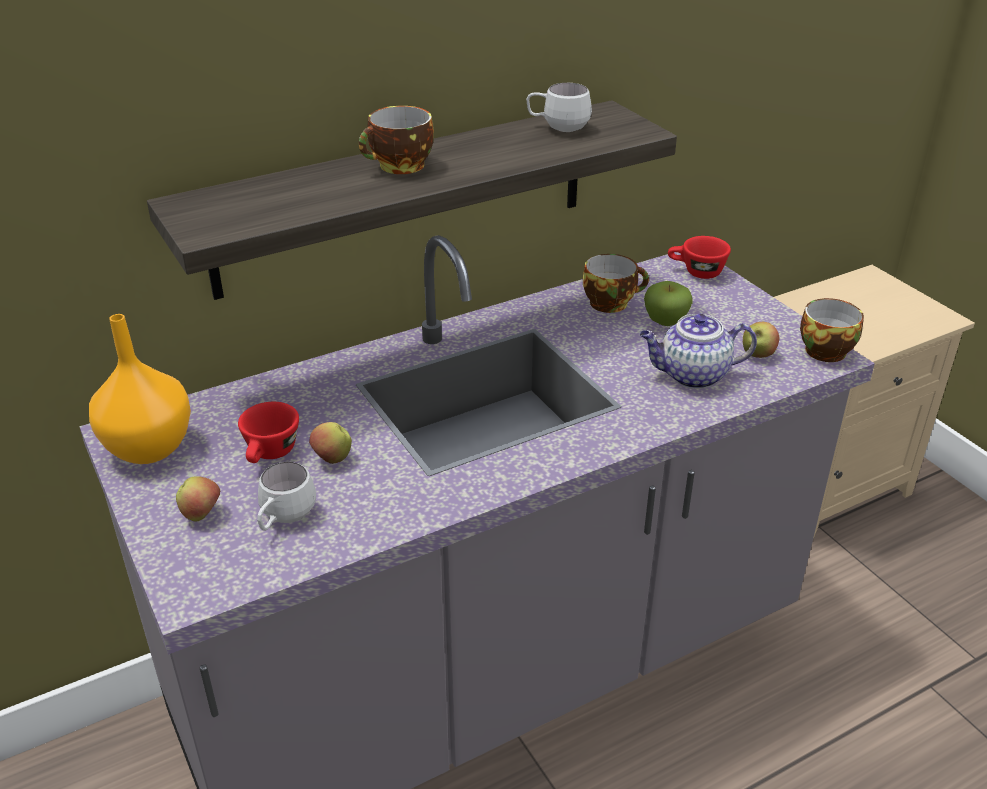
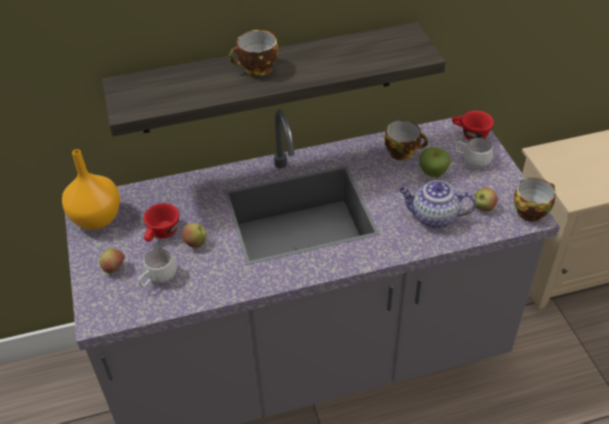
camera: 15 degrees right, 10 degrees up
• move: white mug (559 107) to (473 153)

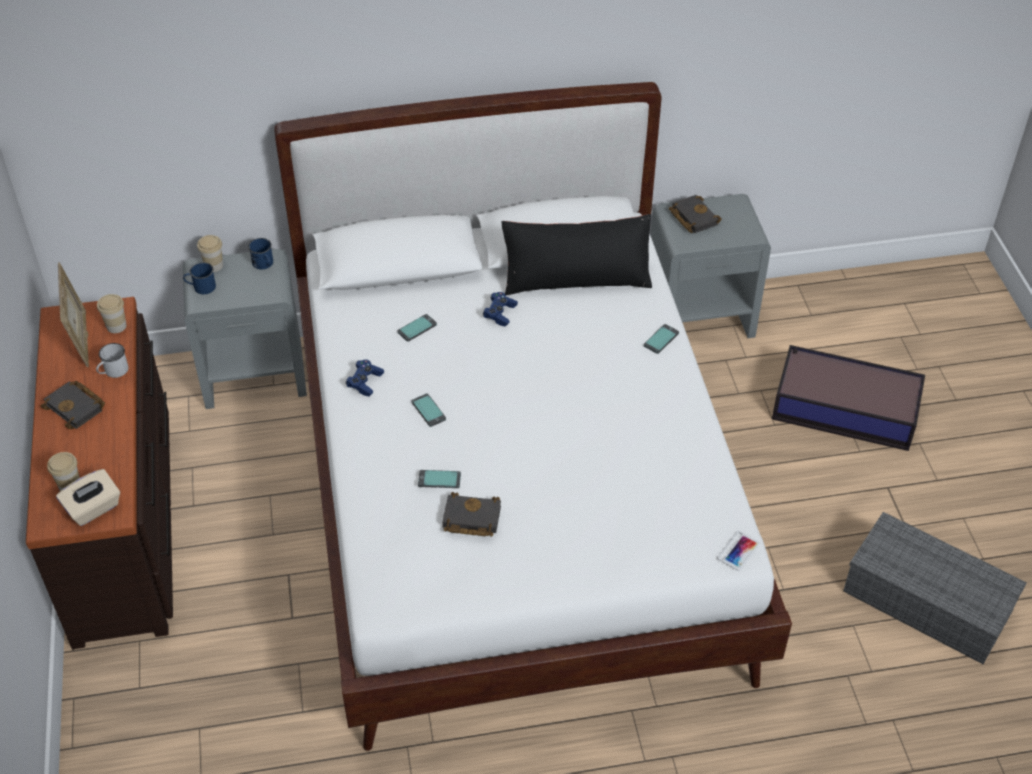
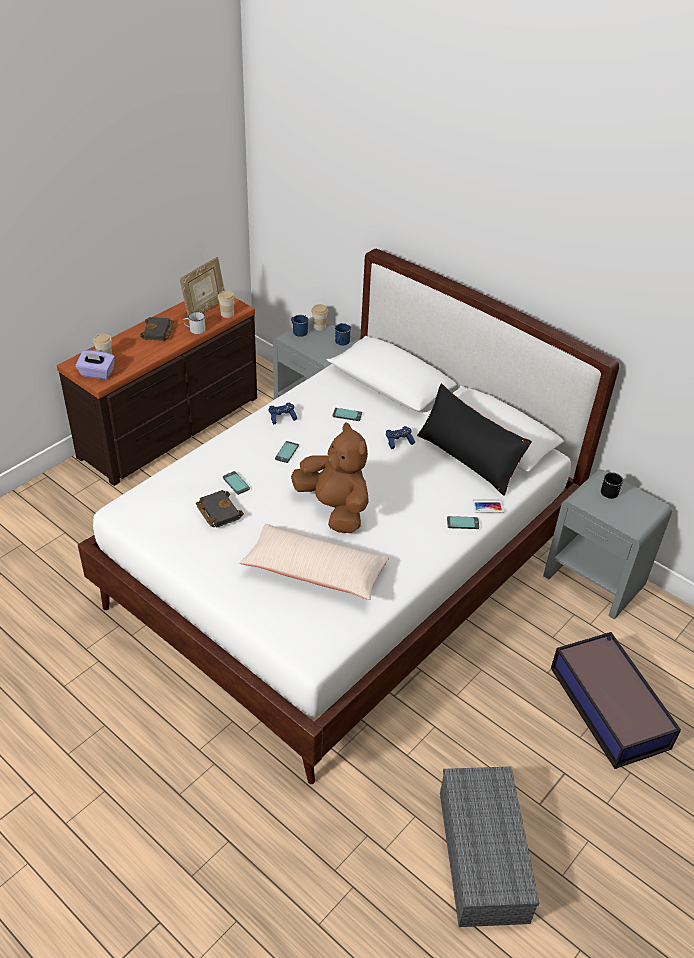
camera: 50 degrees right, 5 degrees down
• insert: beige pillow (314 562)
• insert: brown plush toy (330 478)
• move: phone (738 551) to (488 506)
• replace: black book (695 214) to black mug (612 485)
• recolor: beige tissue box (88 497) to purple tissue box (95 364)

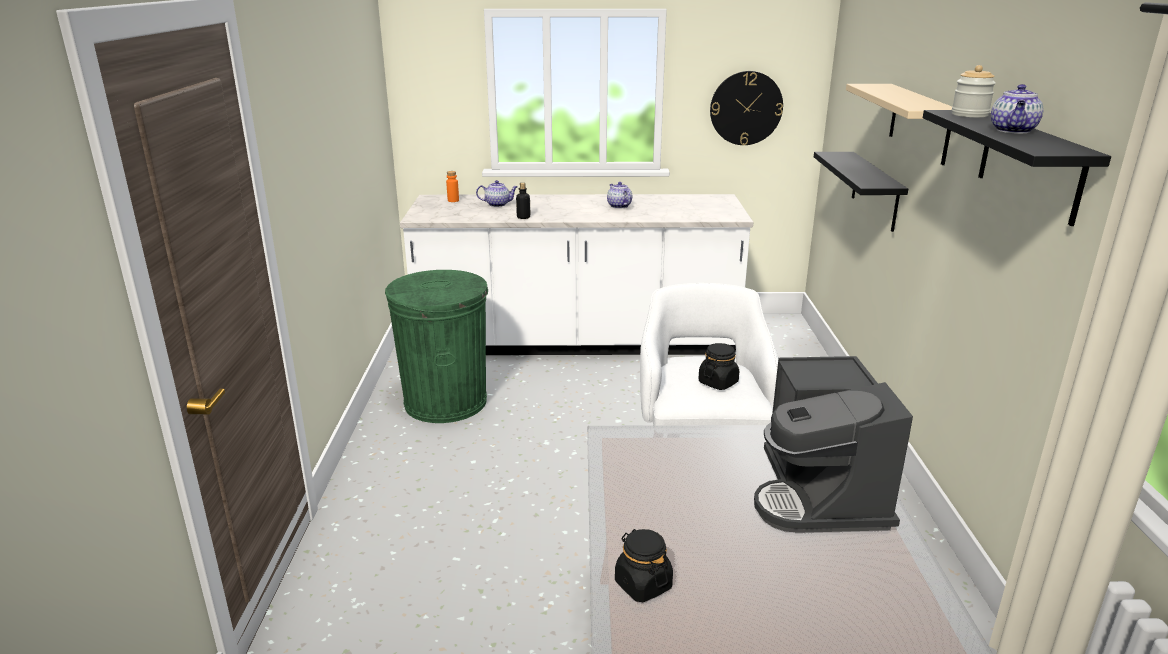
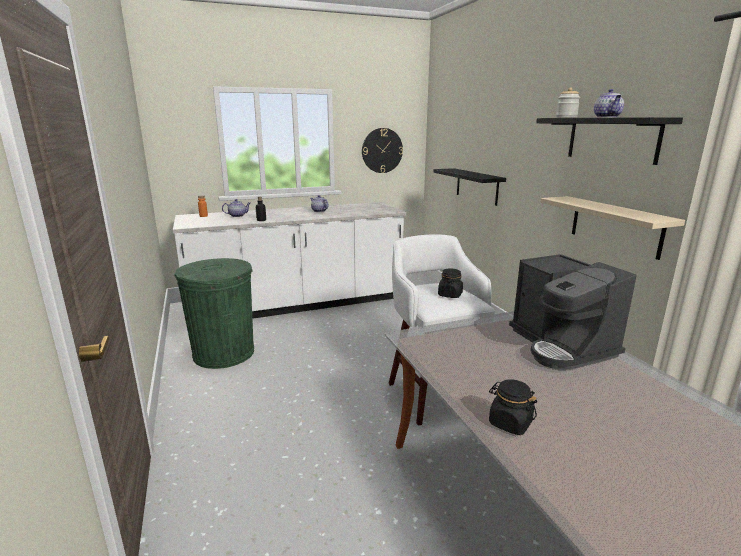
camera: 20 degrees left, 5 degrees down
• move: beige shelf (899 124) to (612 228)

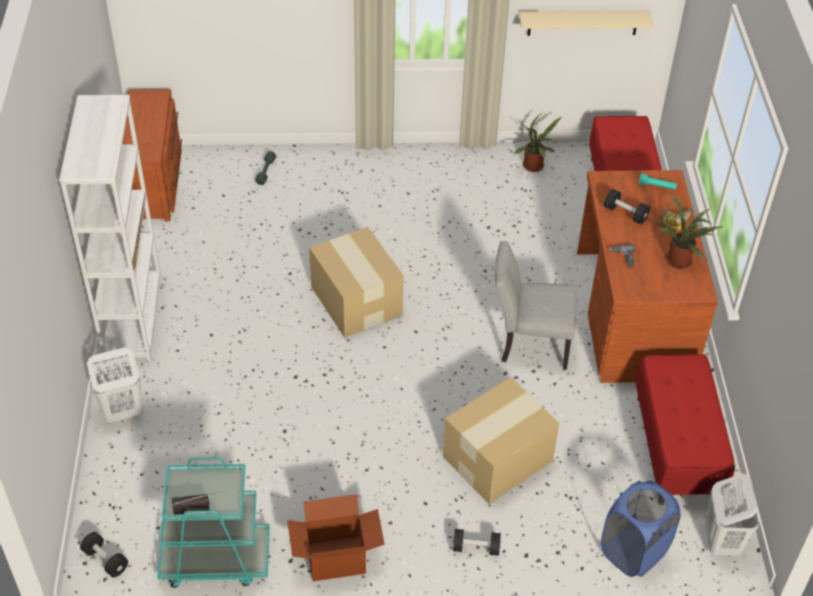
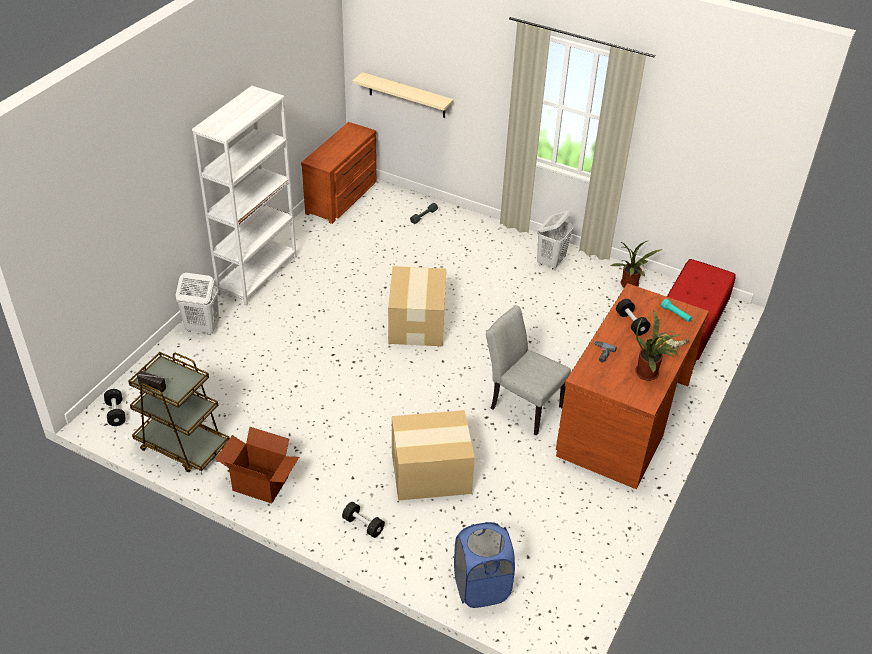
camera: 30 degrees right, 5 degrees down
• delete: red bench (685 424)
• move: beige shelf (586 23) to (402 95)
• move: white laundry basket (732 515) to (555 240)
• recolor: turquoise cart (213 522) to brown cart (179 412)

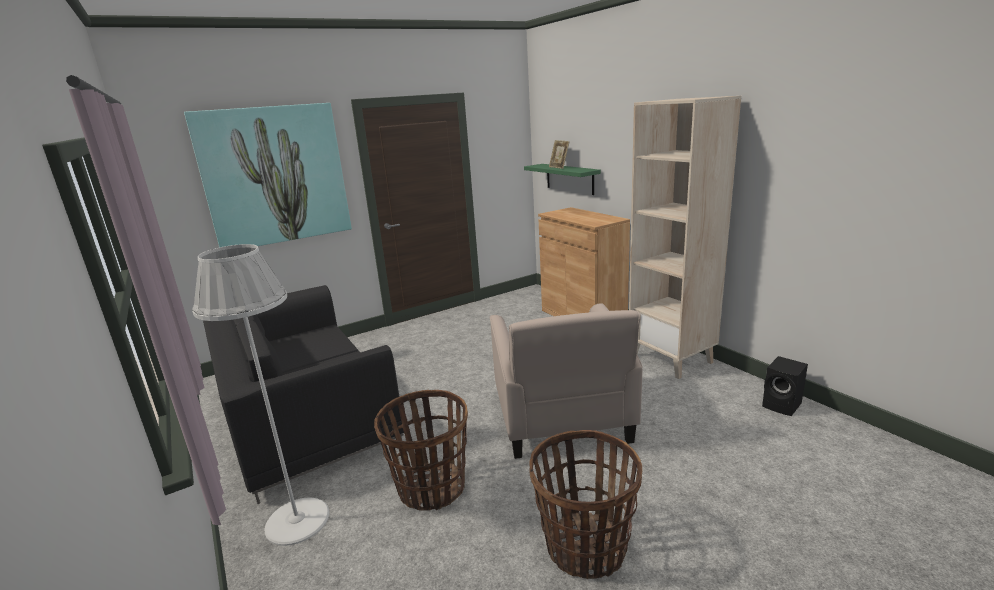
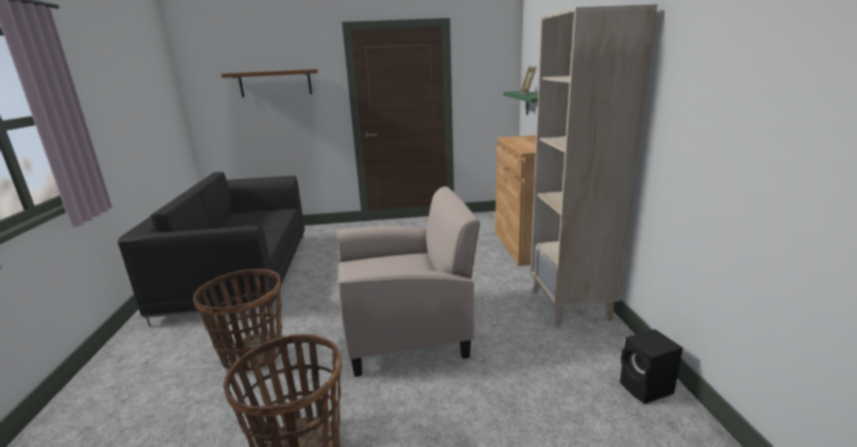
camera: 25 degrees right, 0 degrees up
• delete: white floor lamp (261 395)
• replace: picture (268 175) to brown shelf (269 83)
• rotate: beige armchair (566 381) = (408 281) 120 degrees counterclockwise

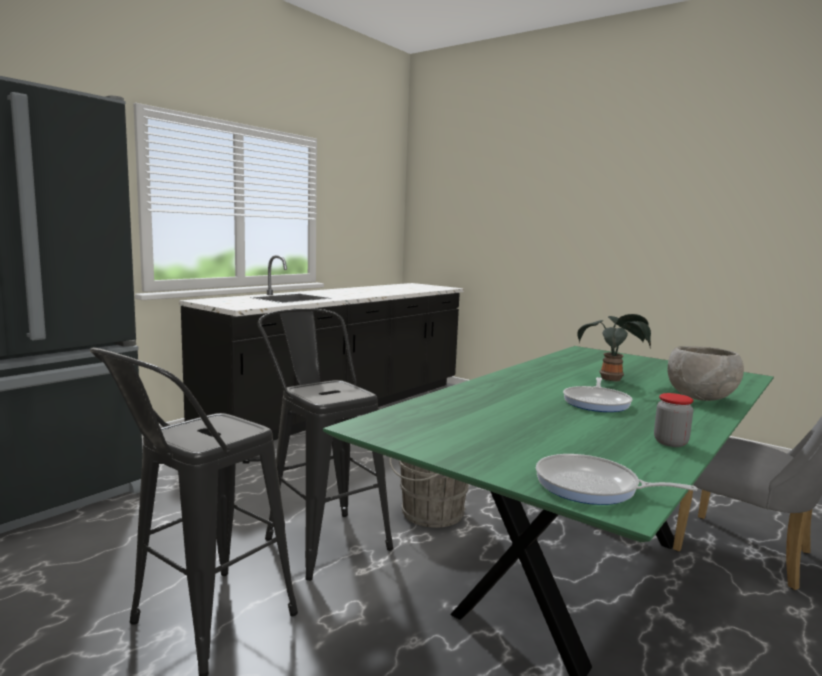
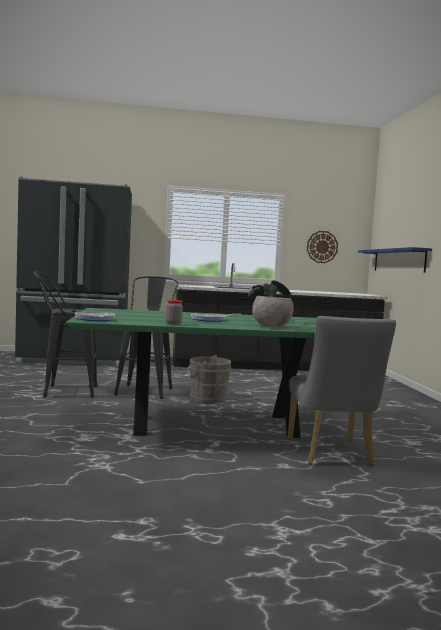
camera: 45 degrees right, 5 degrees down
• insert: wall clock (322 247)
• insert: blue shelf (395 260)

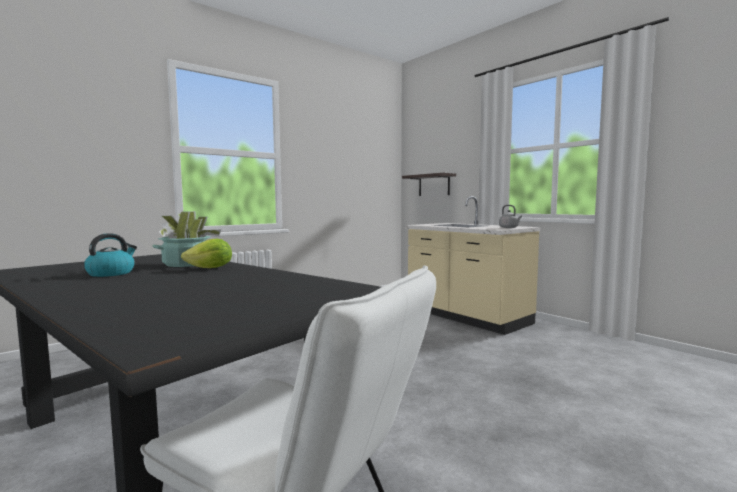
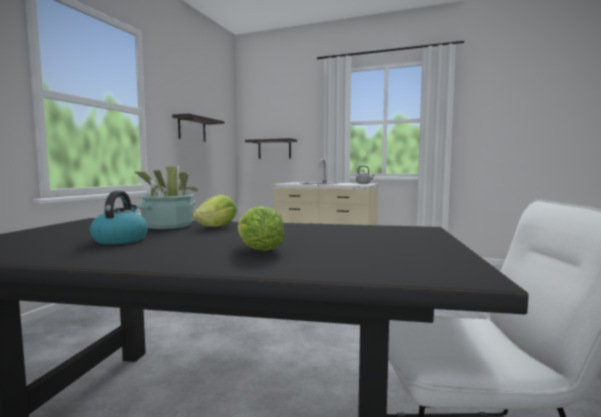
camera: 30 degrees left, 0 degrees up
• insert: shelf (198 127)
• insert: lettuce (261 228)

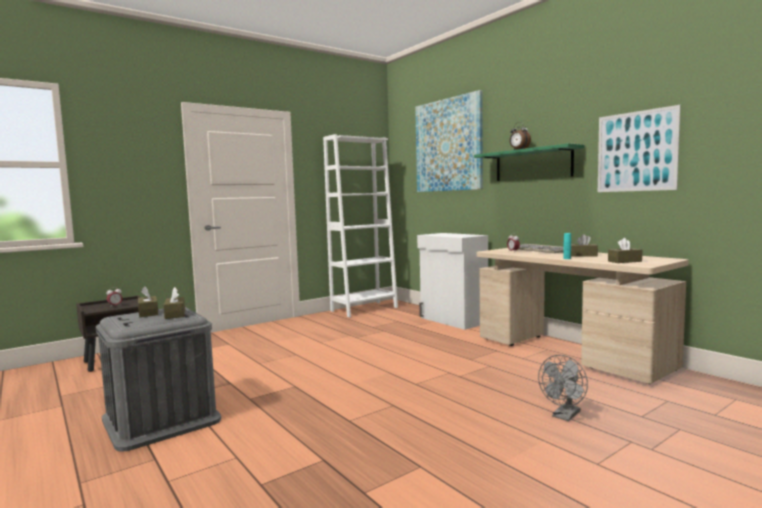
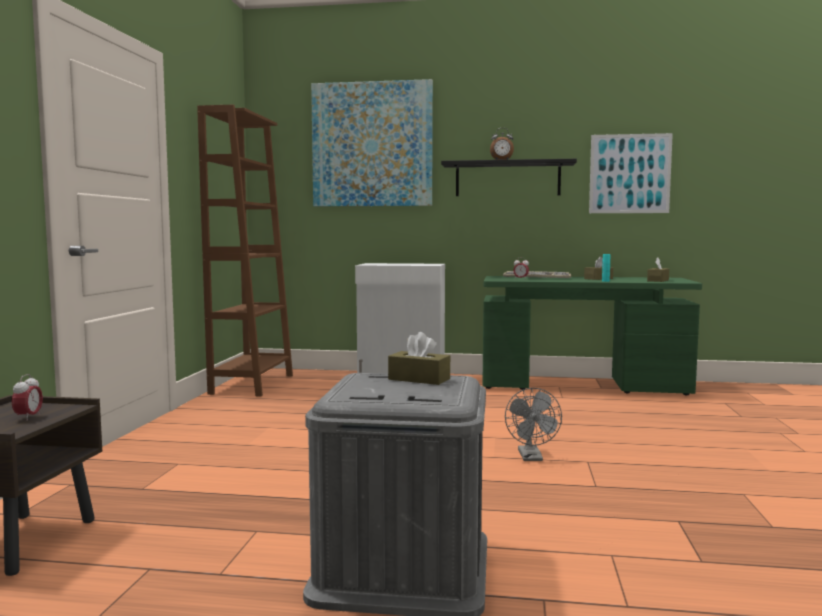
camera: 45 degrees left, 0 degrees up
• delete: brown tissue box (148 301)
• move: grey fan (563 388) to (533 424)
• recolor: white bookcase (360 225) to brown bookcase (245 251)
• recolor: green shelf (529 162) to black shelf (509 177)
• recolor: beige desk (582 316) to green desk (592 335)

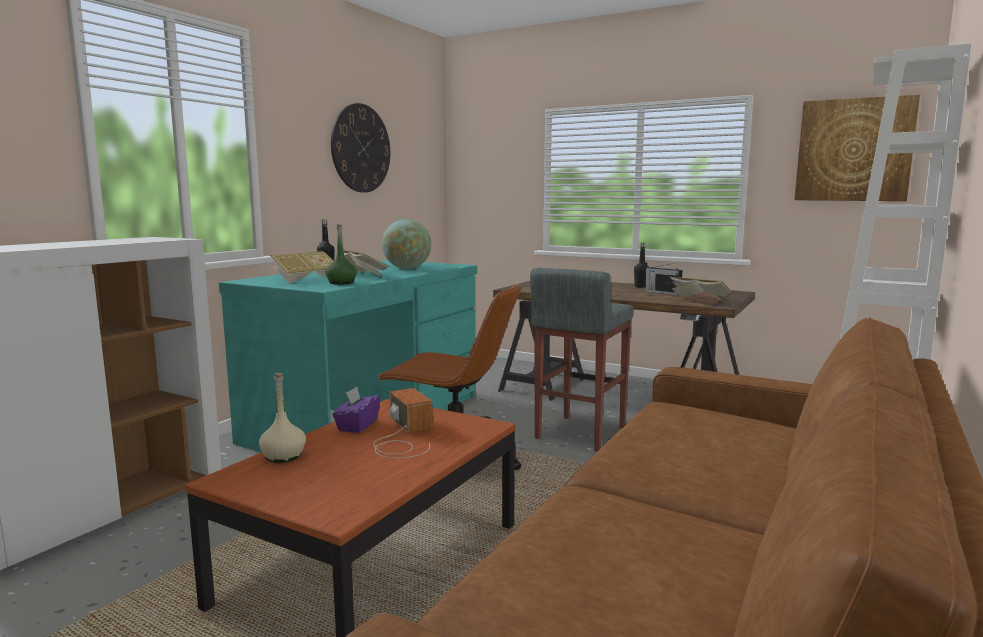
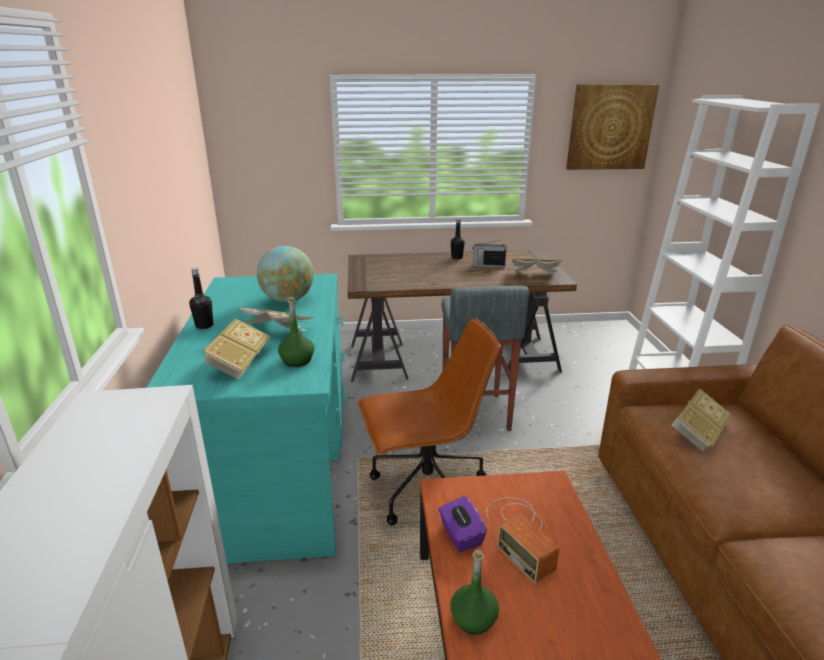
camera: 35 degrees left, 15 degrees up
• delete: wall clock (360 148)
• insert: book (702 420)
• recolor: beige bottle (282 418) to green bottle (475 592)
• rotate: radio (403 423) = (522 540) 150 degrees counterclockwise

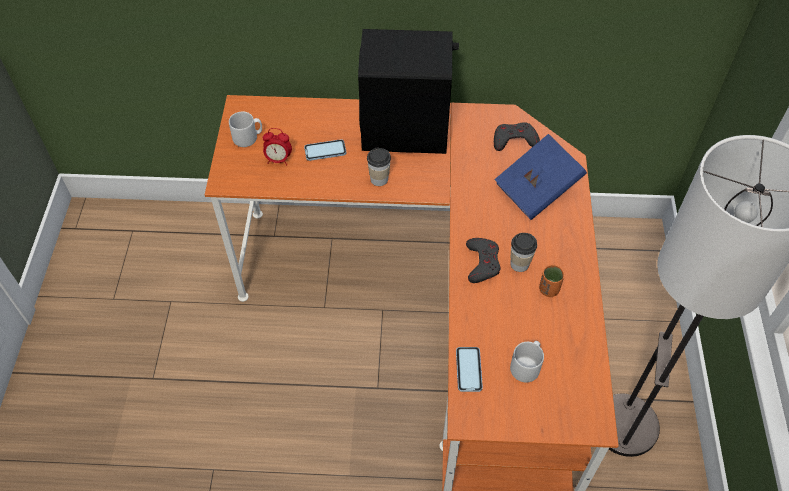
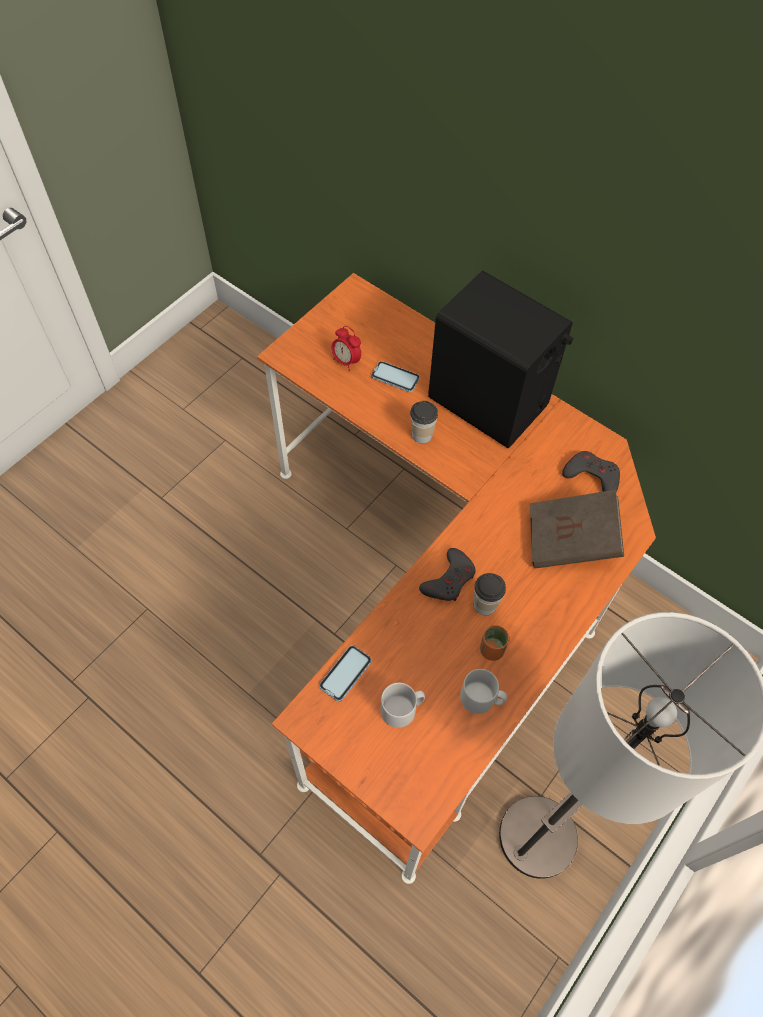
camera: 35 degrees right, 5 degrees up
• move: grey mug (245 129) to (483 691)
• recolor: blue book (540 177) to brown book (577 529)

